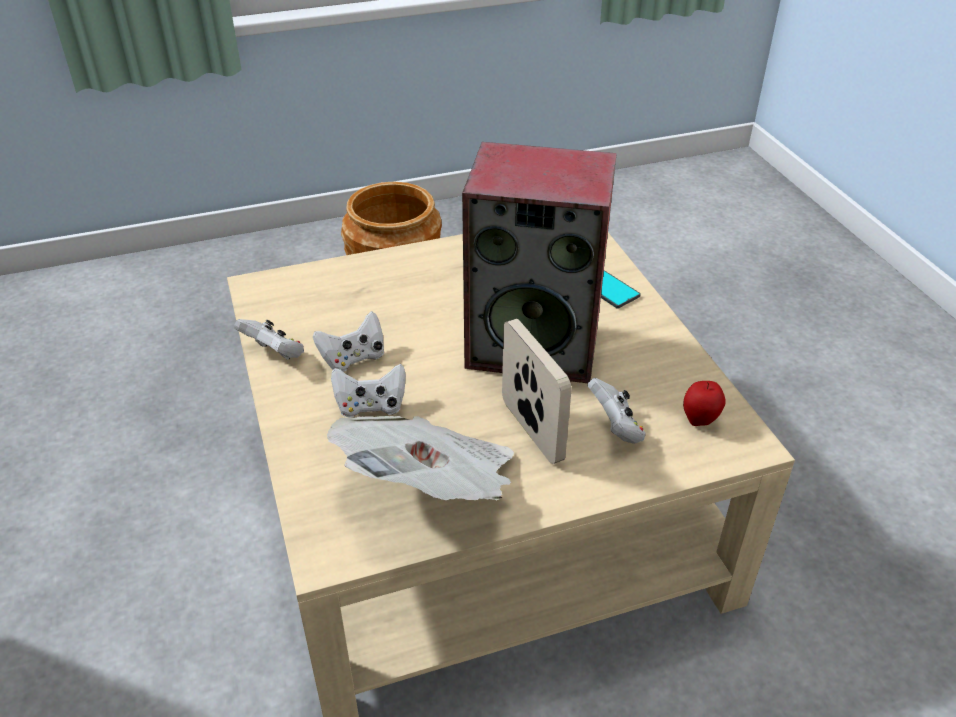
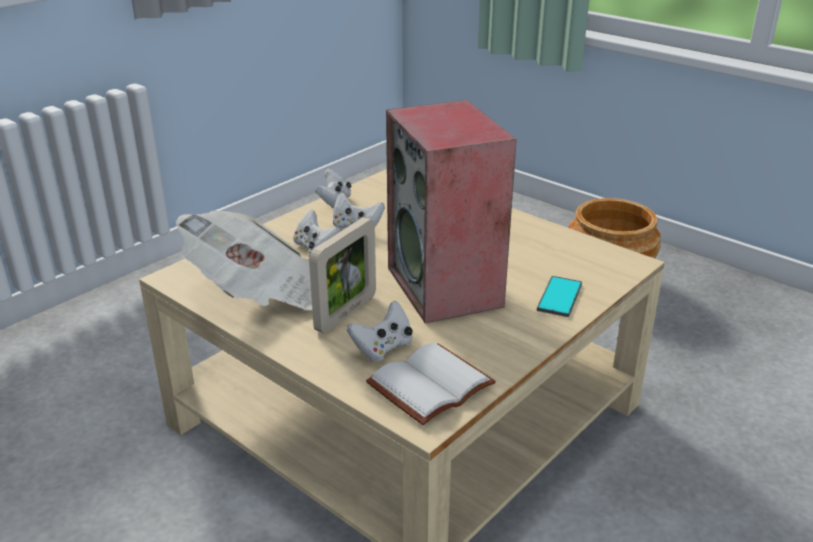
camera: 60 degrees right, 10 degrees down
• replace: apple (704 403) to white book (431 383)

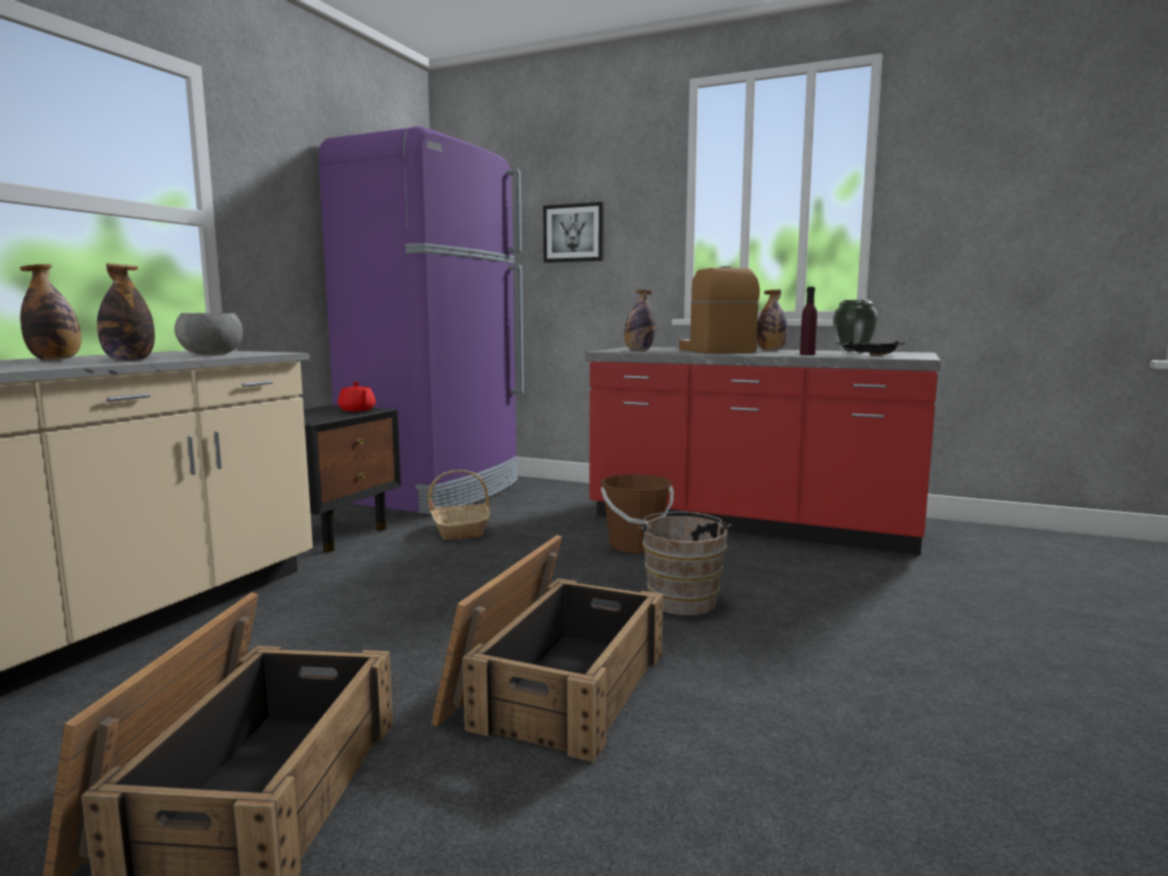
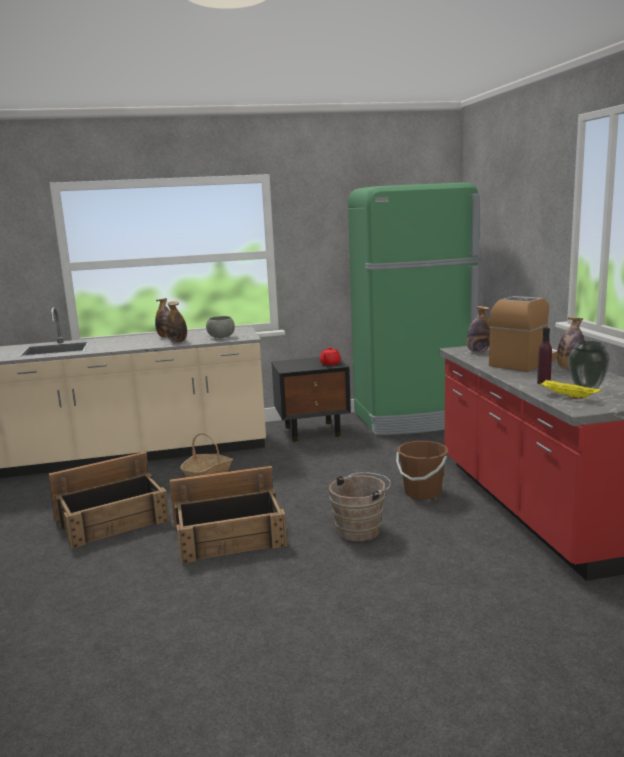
camera: 55 degrees right, 5 degrees up
• delete: picture (573 232)
• move: basket (459 505) to (206 455)
• recolor: purple fridge (421 320) to green fridge (414 308)
• recolor: black tray (870 348) to yellow tray (570 389)

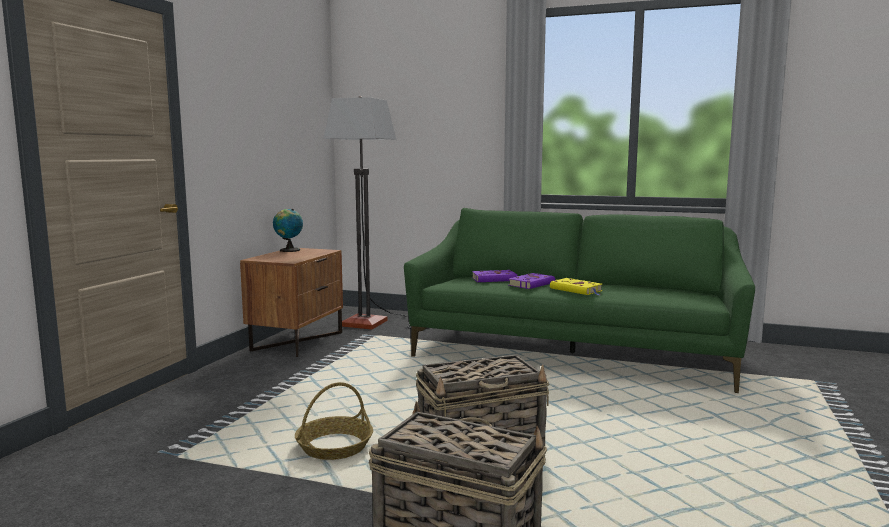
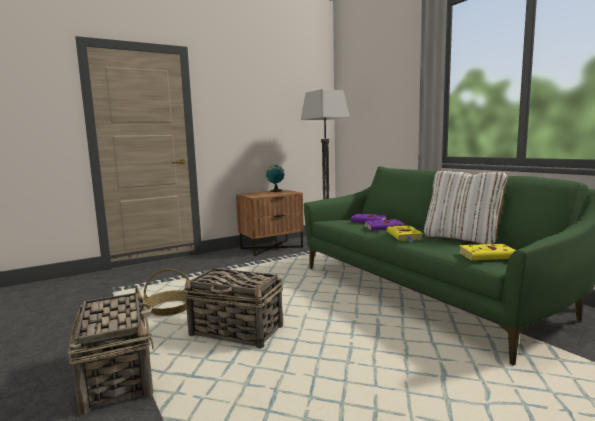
camera: 40 degrees right, 0 degrees up
• insert: white pillow (466 207)
• insert: yellow book (487 252)

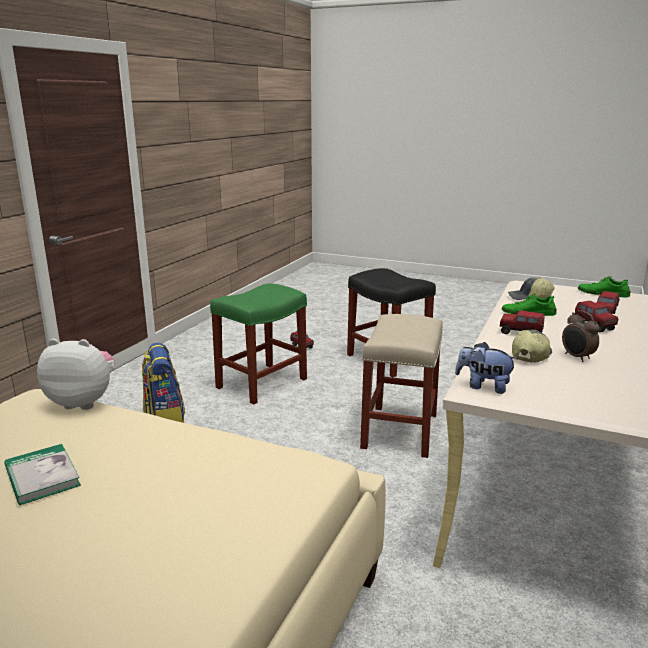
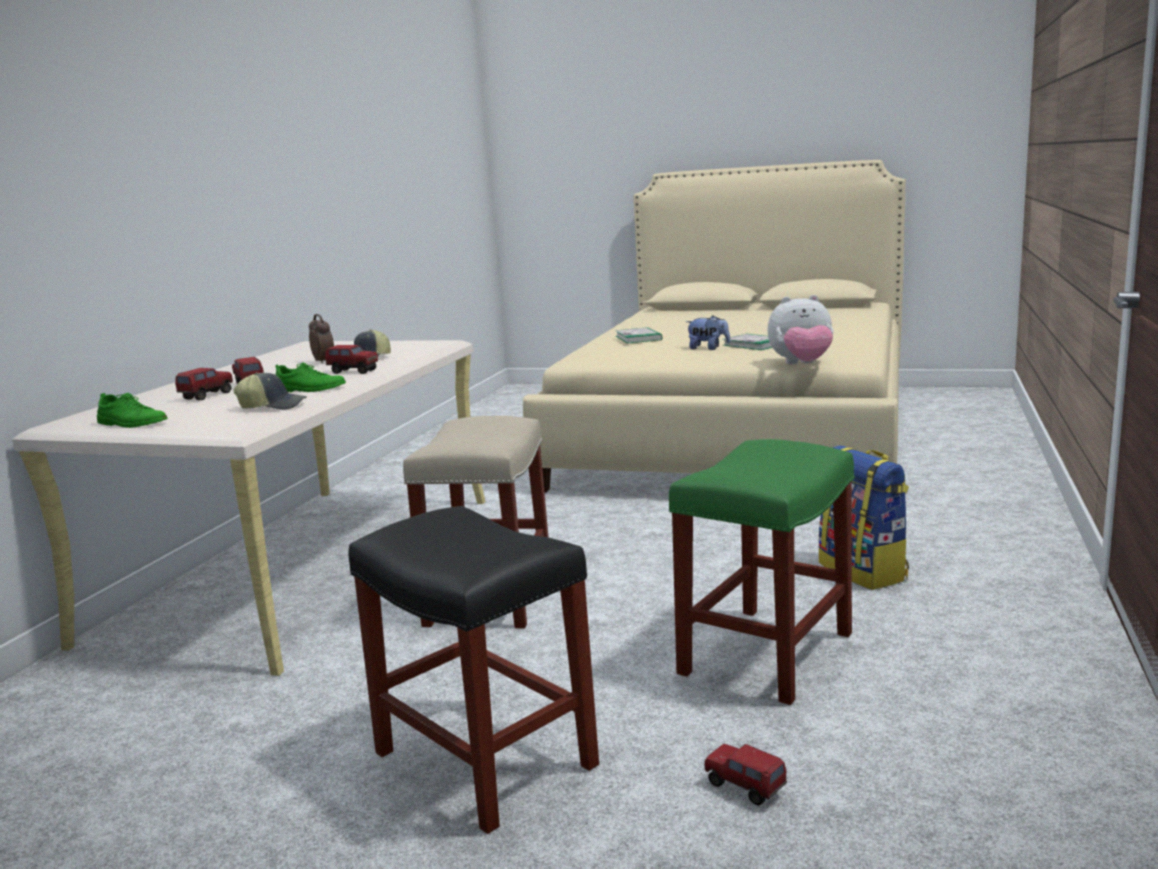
camera: 175 degrees right, 5 degrees down
• insert: book (638 335)
• move: plush toy (486 368) to (708 333)

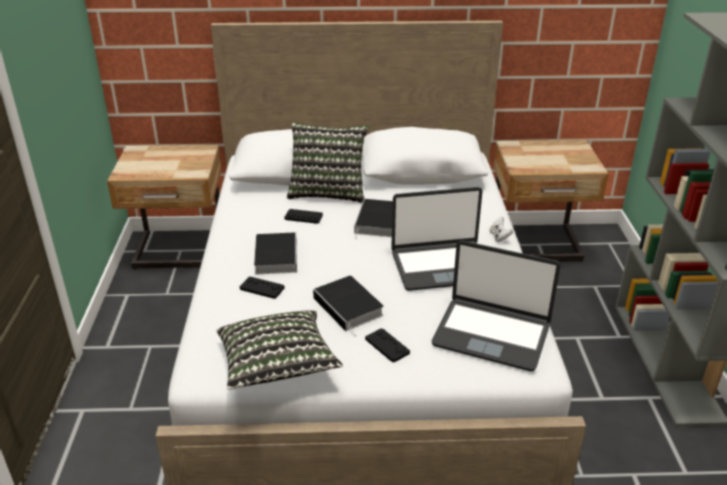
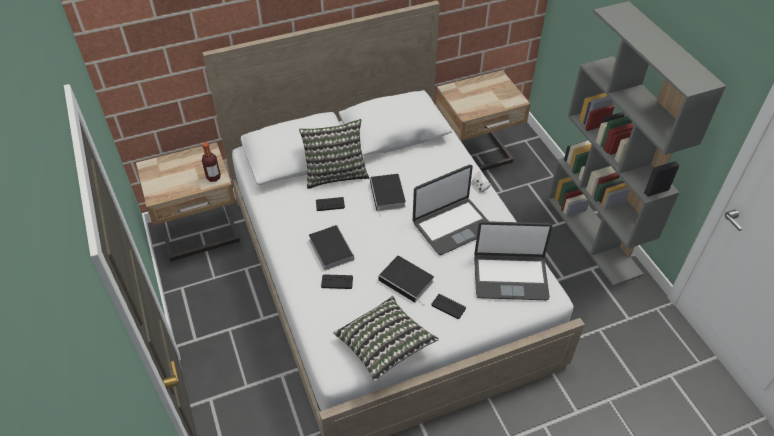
camera: 20 degrees left, 15 degrees up
• insert: bottle (211 162)

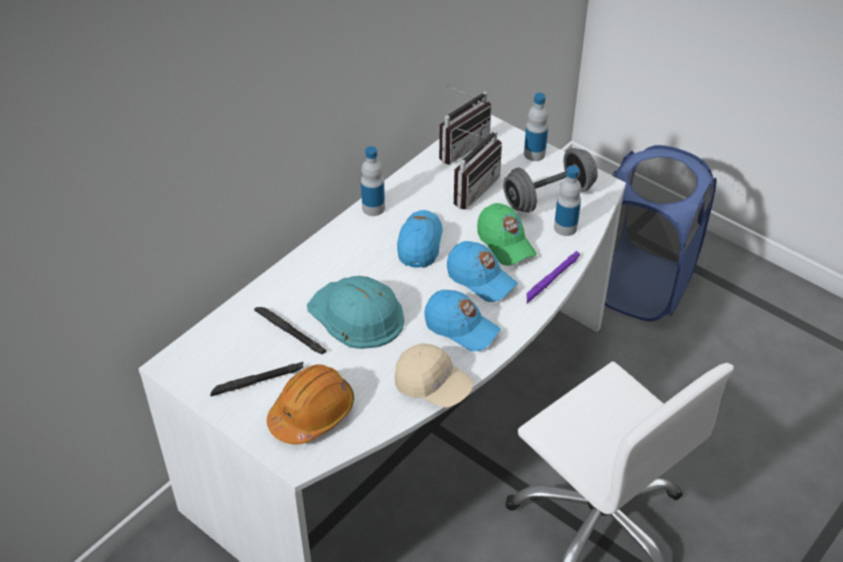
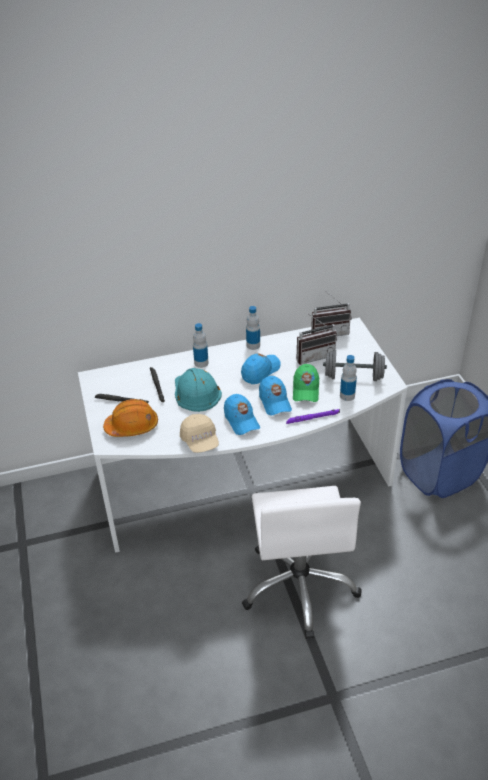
camera: 35 degrees right, 5 degrees down
• move: bottle (536 127) to (201 345)

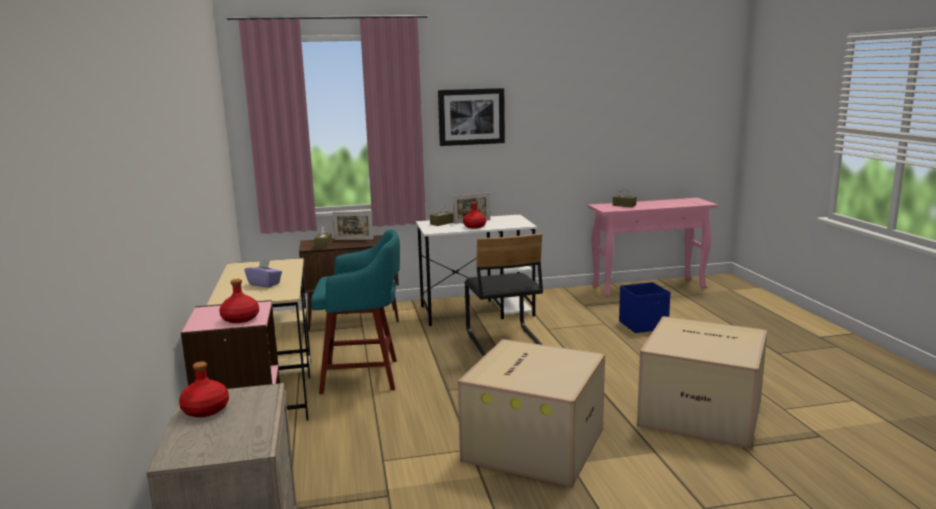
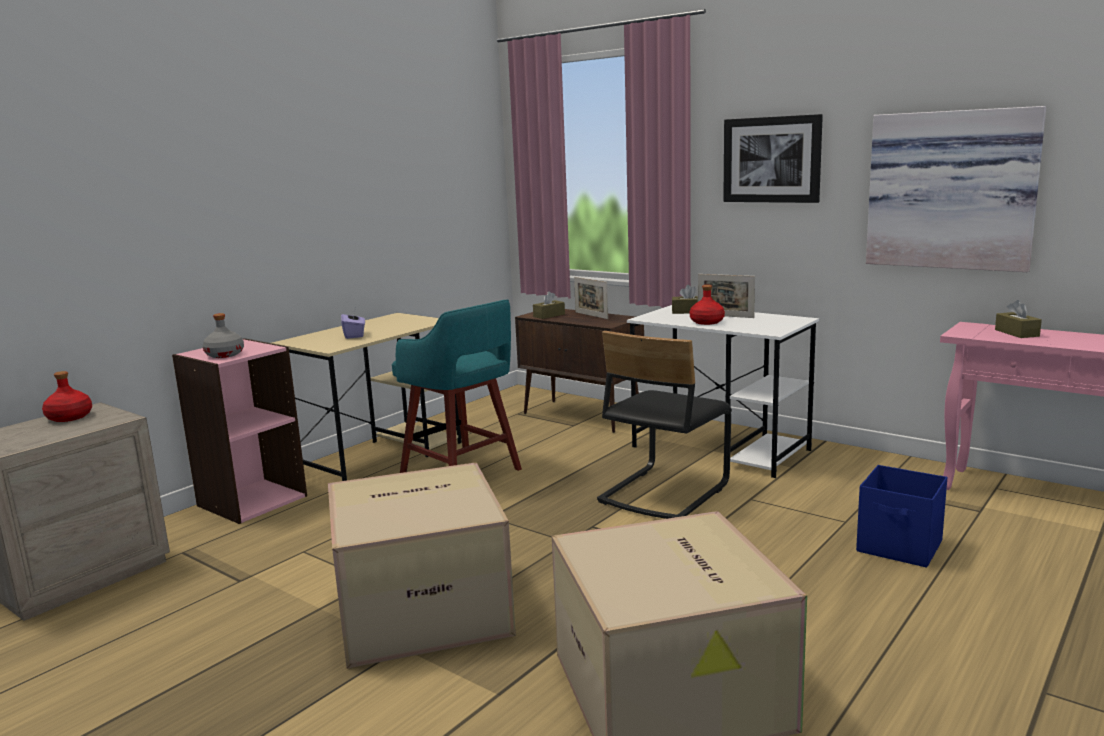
camera: 50 degrees right, 0 degrees up
• insert: picture (956 189)
• recolor: red bottle (239 301) to grey bottle (223 335)

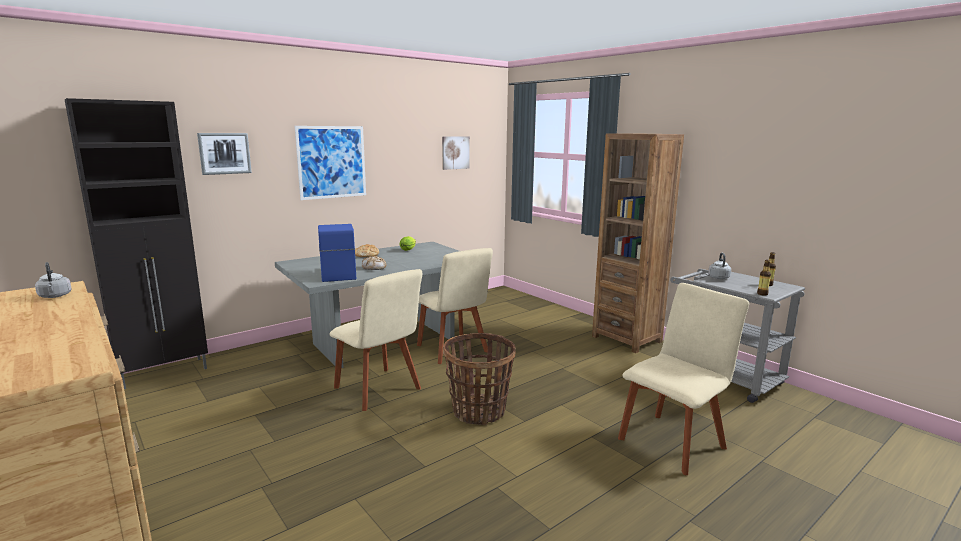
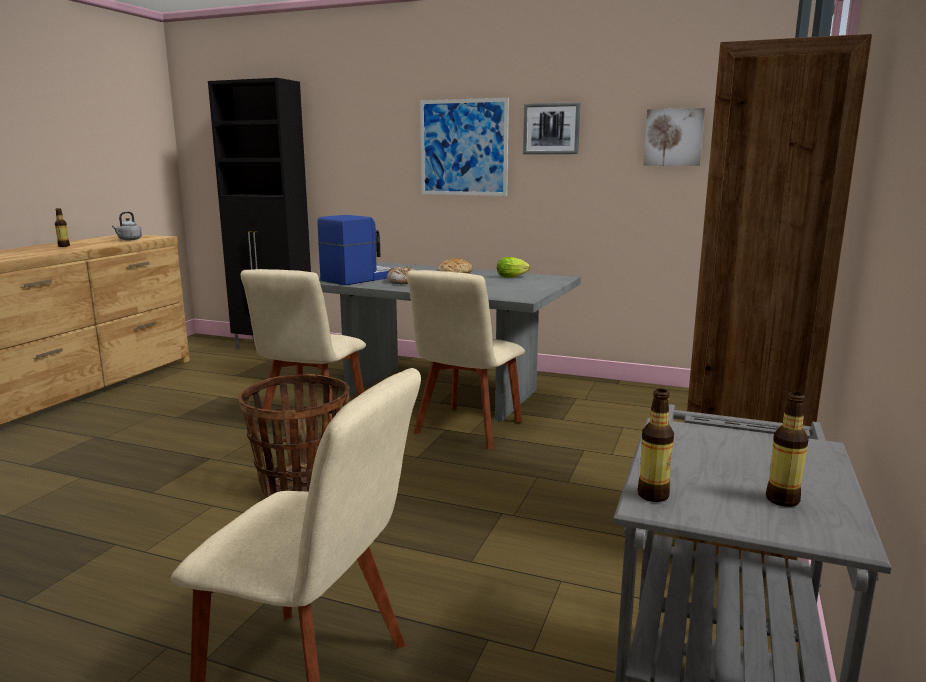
camera: 60 degrees right, 0 degrees up
• delete: grey kettle (719 266)
• insert: bottle (62 227)
• move: picture (224 154) to (551 128)

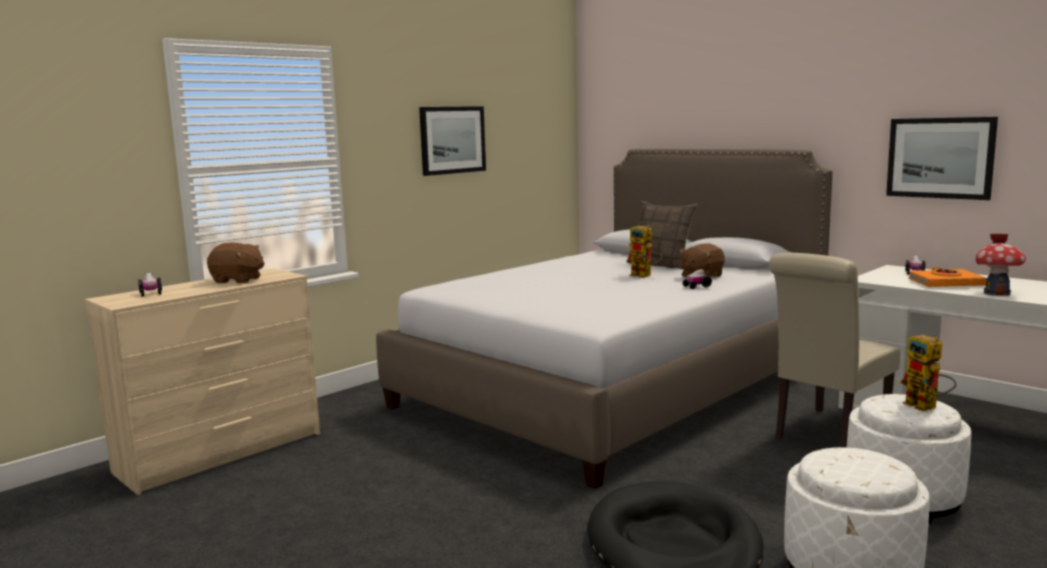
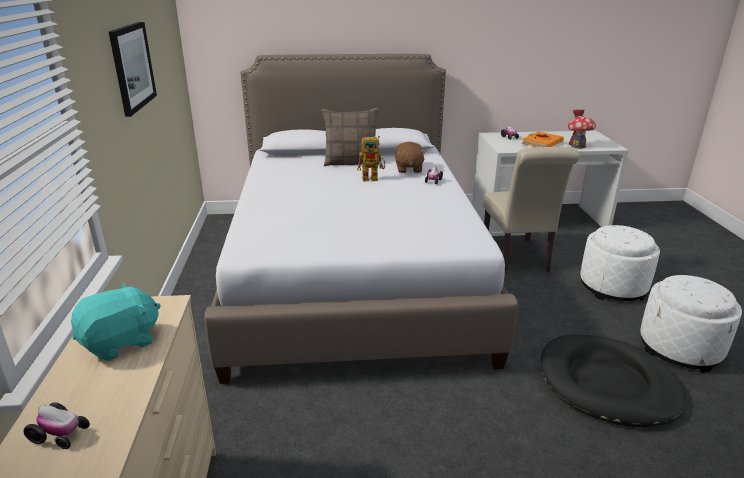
camera: 50 degrees left, 15 degrees up
• delete: picture (942 158)
• delete: toy robot (928 373)
• recolor: brown plush toy (236 263) to turquoise plush toy (116 321)

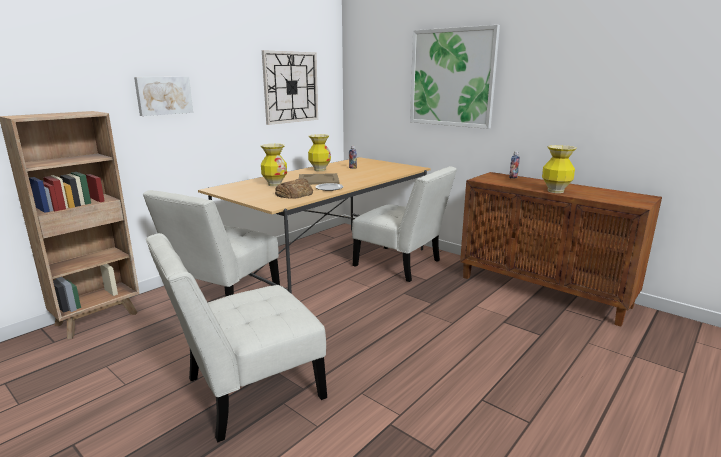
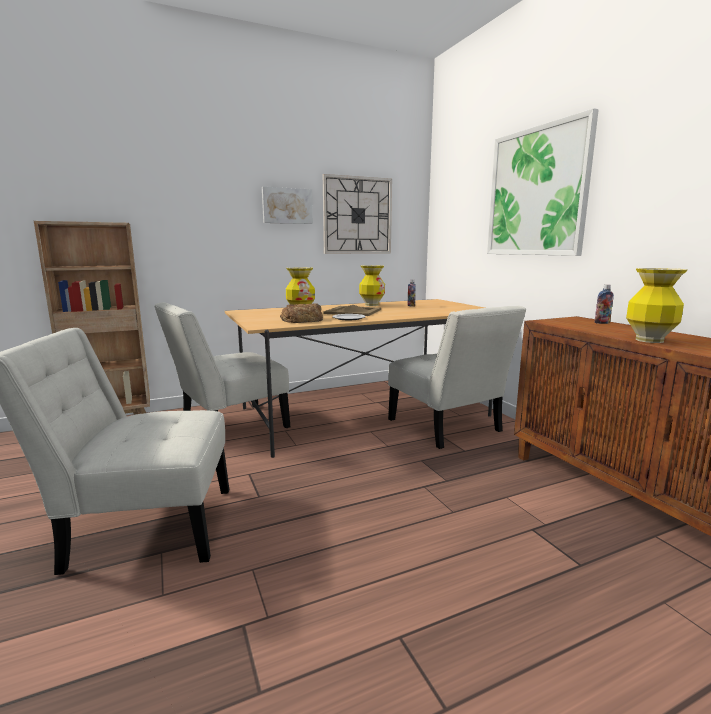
camera: 25 degrees right, 5 degrees down
• move: picture (163 96) to (287 205)

